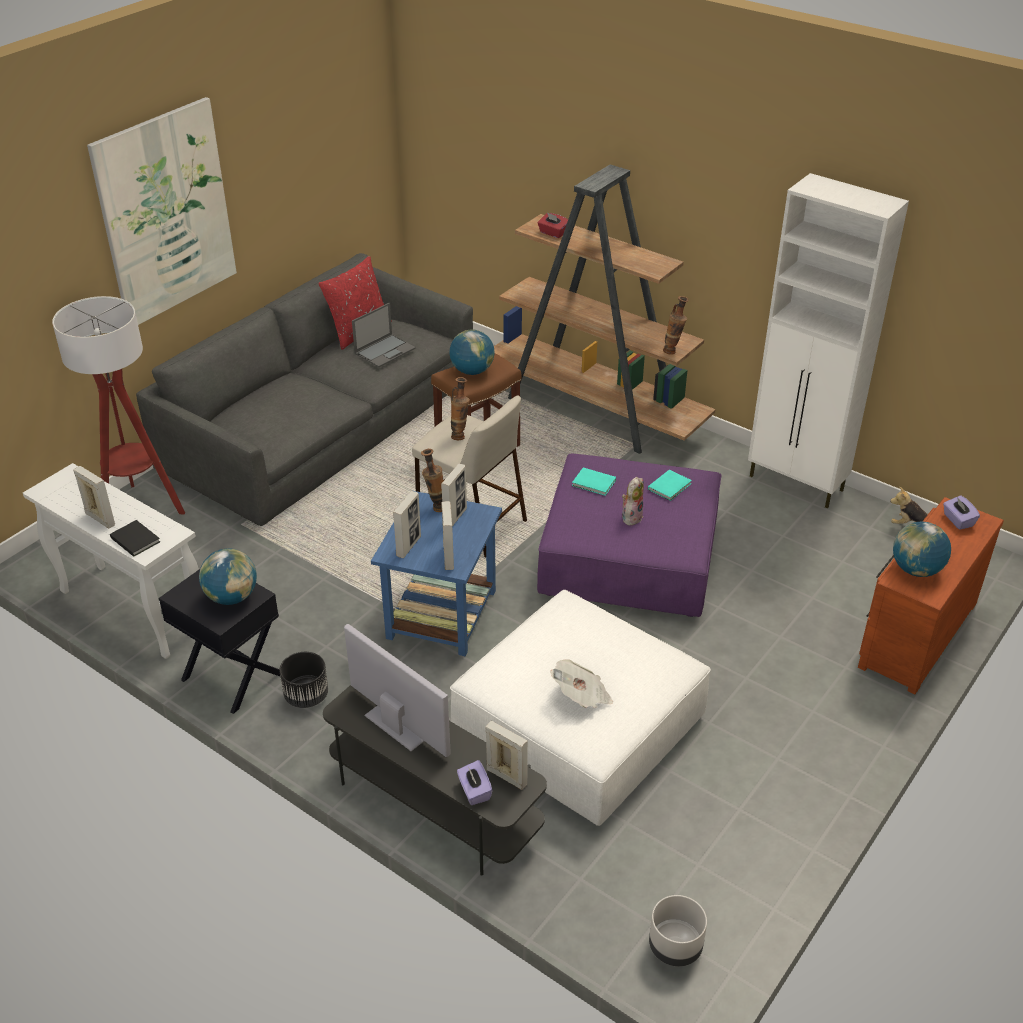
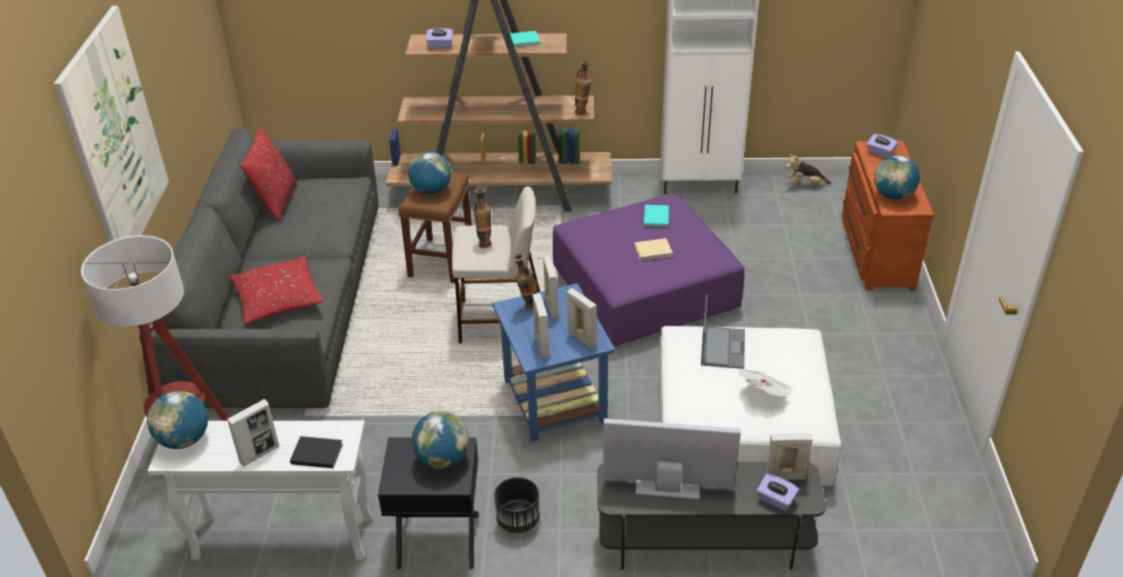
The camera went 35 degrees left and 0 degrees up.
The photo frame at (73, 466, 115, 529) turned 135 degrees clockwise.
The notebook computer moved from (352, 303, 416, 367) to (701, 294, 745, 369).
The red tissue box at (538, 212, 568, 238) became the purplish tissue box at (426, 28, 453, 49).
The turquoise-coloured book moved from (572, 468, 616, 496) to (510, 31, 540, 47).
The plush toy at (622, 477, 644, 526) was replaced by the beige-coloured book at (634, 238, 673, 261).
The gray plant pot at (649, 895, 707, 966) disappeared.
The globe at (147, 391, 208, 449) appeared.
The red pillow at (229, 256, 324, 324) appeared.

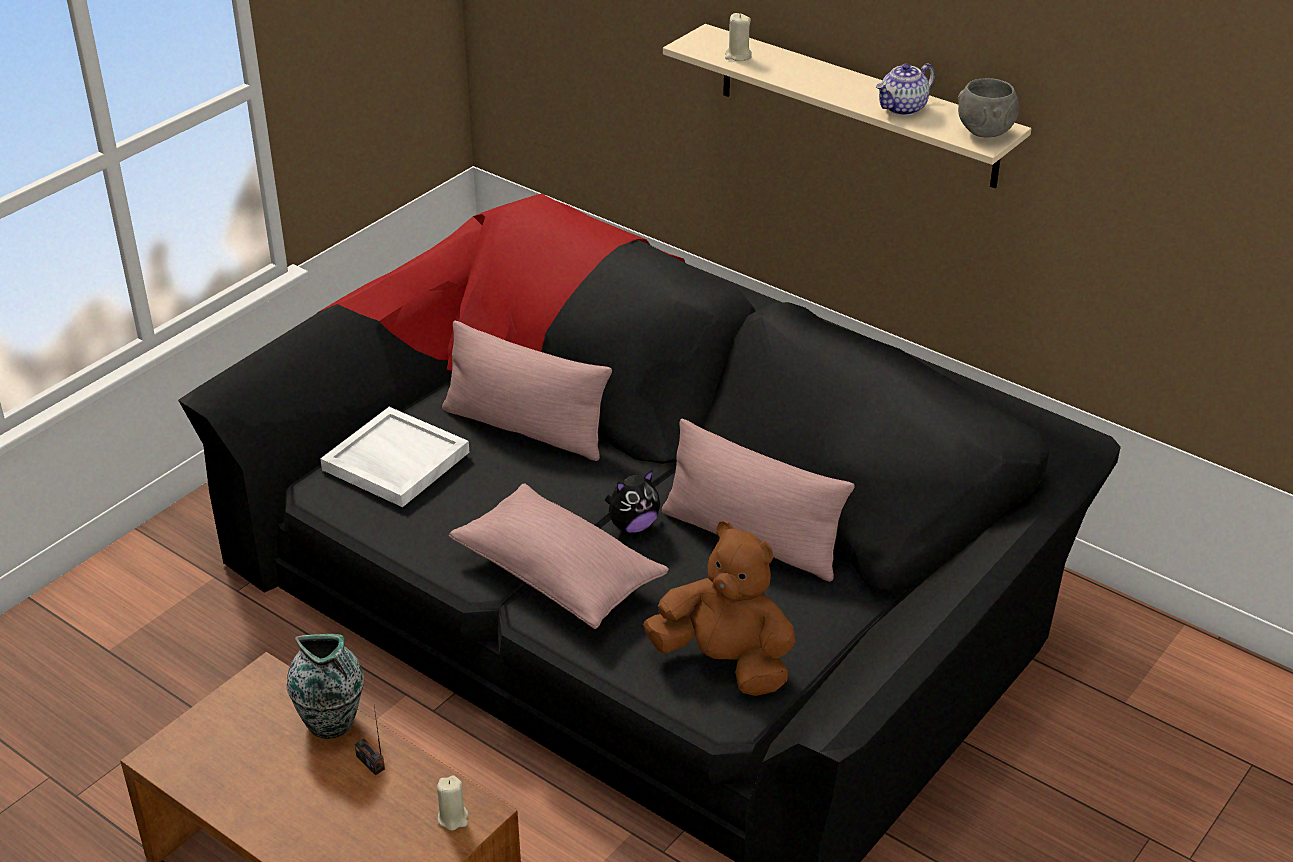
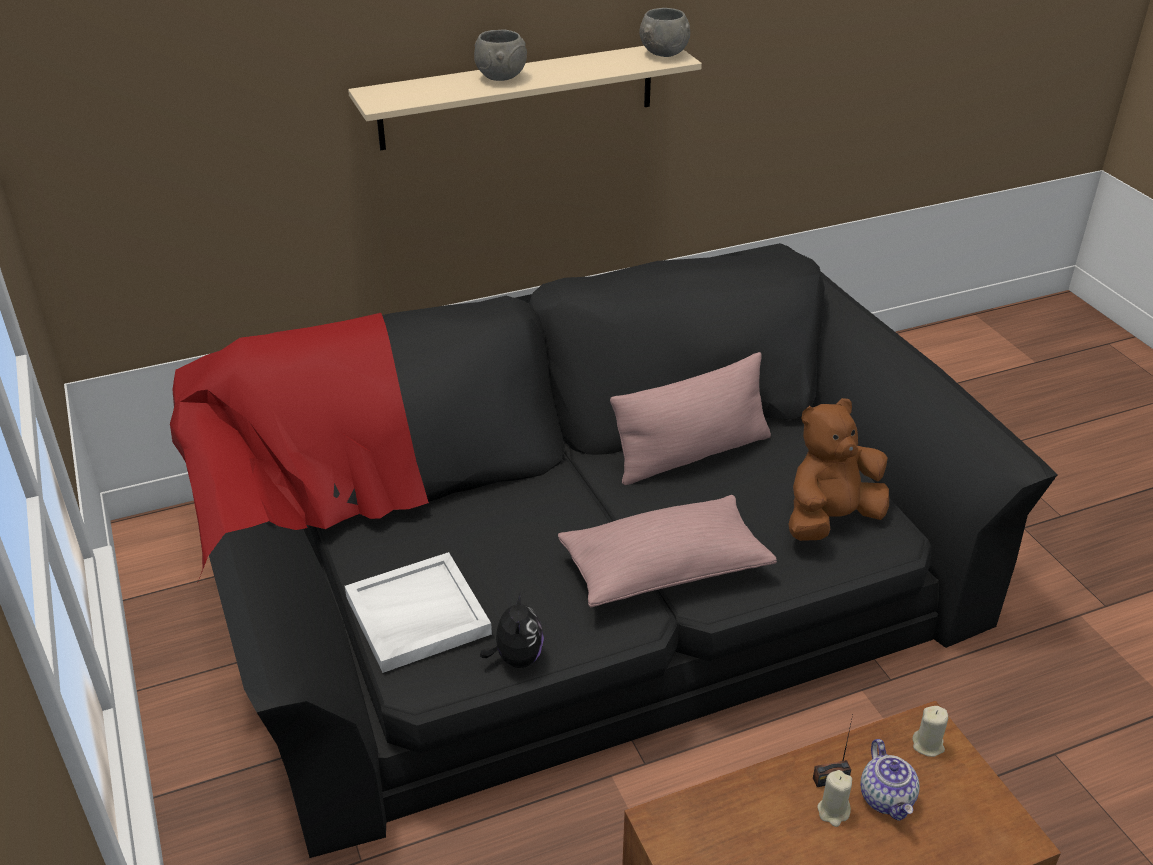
The camera went 60 degrees left and 0 degrees up.
The vase at (287, 634, 364, 739) disappeared.
The pinkish pillow at (442, 320, 612, 461) disappeared.
The plush toy moved from (605, 470, 660, 533) to (480, 592, 544, 668).
The beige-coloured candle moved from (725, 13, 752, 61) to (817, 770, 852, 827).
The teapot moved from (876, 63, 935, 116) to (860, 739, 920, 821).
The gray serving bowl at (474, 29, 527, 81) appeared.

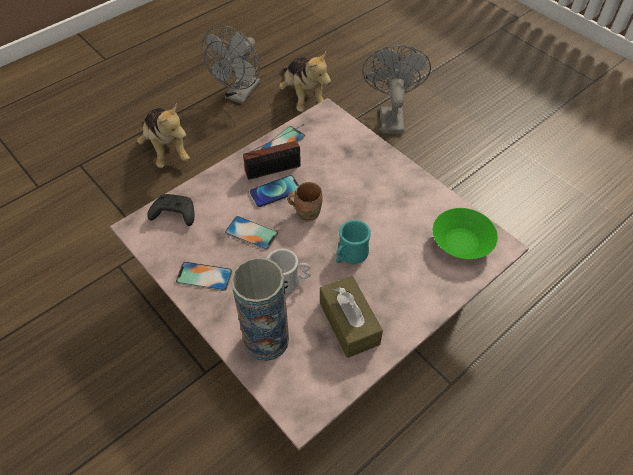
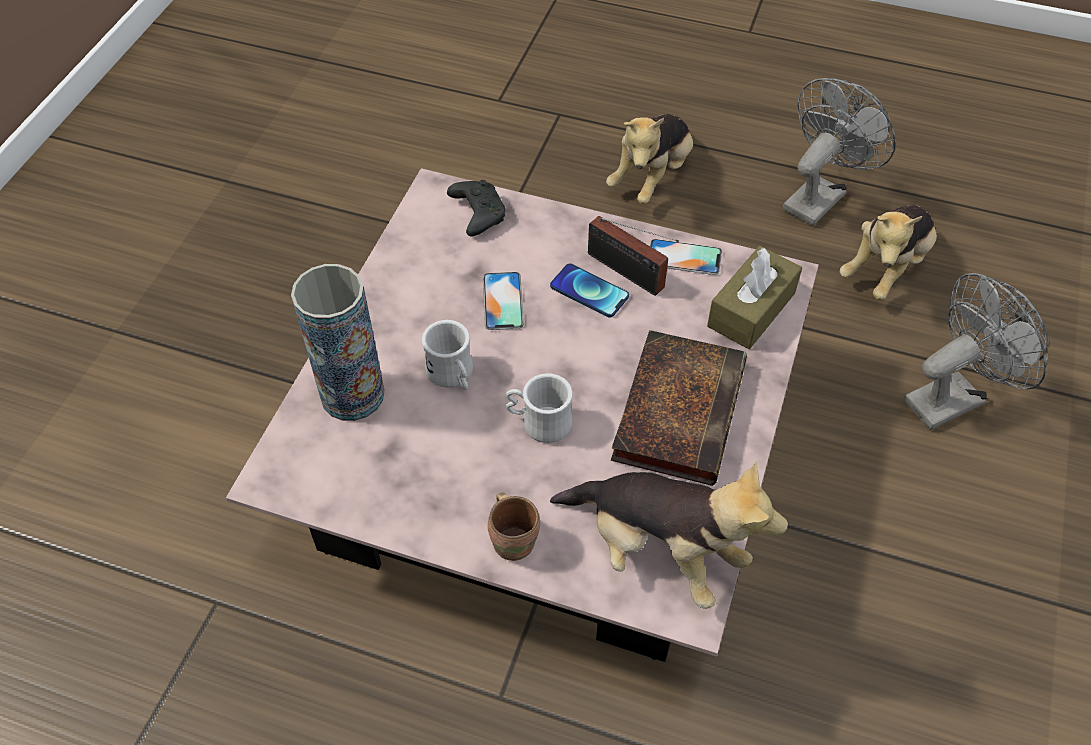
The camera went 60 degrees right and 0 degrees up.
The phone at (176, 261, 232, 291) disappeared.
The gray cooling fan at (201, 26, 261, 104) turned 135 degrees clockwise.
The brown mug moved from (287, 182, 323, 222) to (488, 492, 540, 561).
The brown tissue box moved from (320, 276, 383, 358) to (707, 246, 802, 349).
The turquoise-coloured mug at (336, 220, 371, 264) became the white-coloured mug at (506, 373, 573, 443).
The green-coloured serving bowl at (433, 208, 498, 259) was replaced by the plush toy at (550, 462, 788, 609).
The book at (611, 330, 747, 486) appeared.

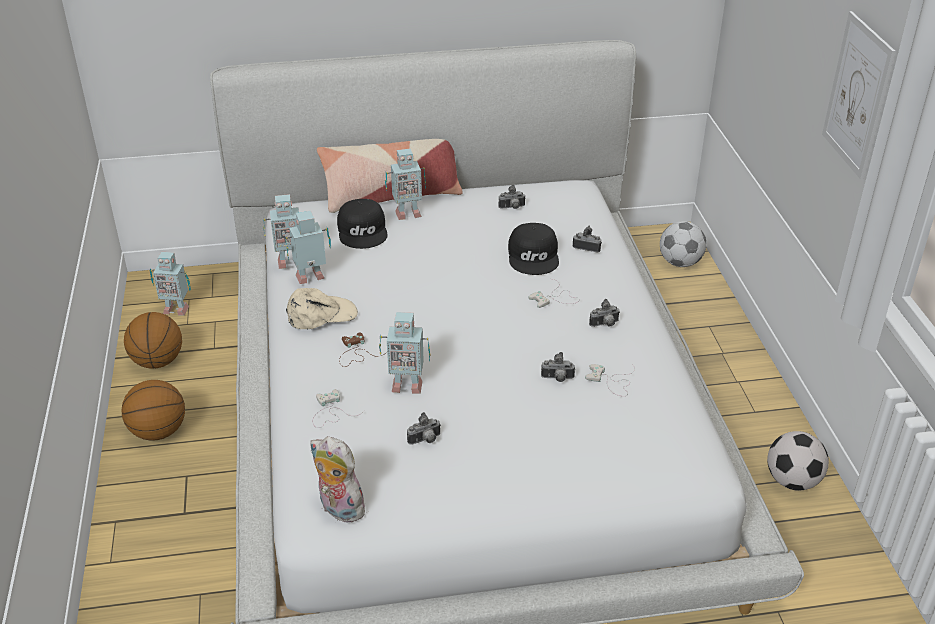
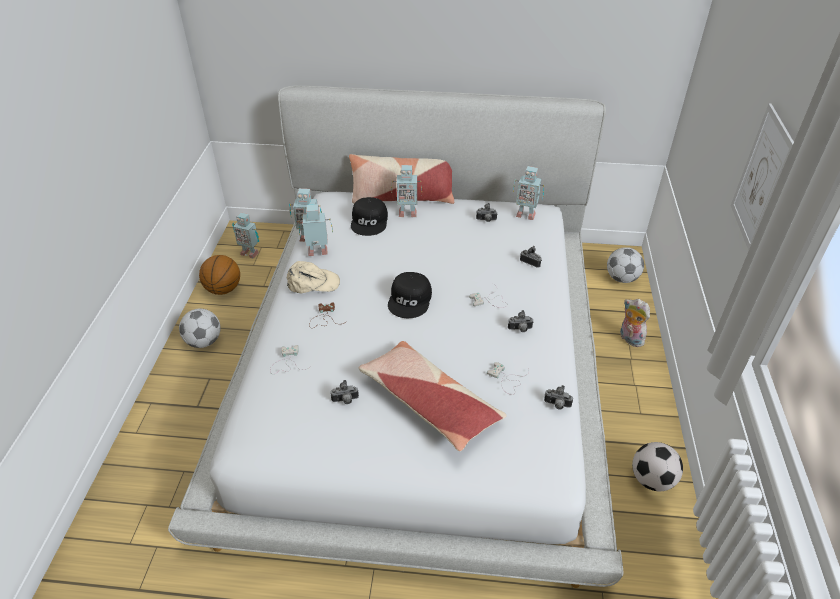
The camera went 15 degrees right and 5 degrees up.
The basketball ball at (122, 380, 185, 441) was replaced by the football ball at (179, 309, 221, 348).
The plush toy moved from (310, 437, 371, 522) to (620, 299, 650, 347).
The robot figure moved from (379, 312, 430, 394) to (513, 166, 544, 220).
The blackish baseball cap moved from (508, 223, 559, 275) to (388, 272, 432, 318).
The photo camera moved from (541, 352, 575, 382) to (544, 385, 573, 410).
The pillow at (359, 341, 507, 451) appeared.

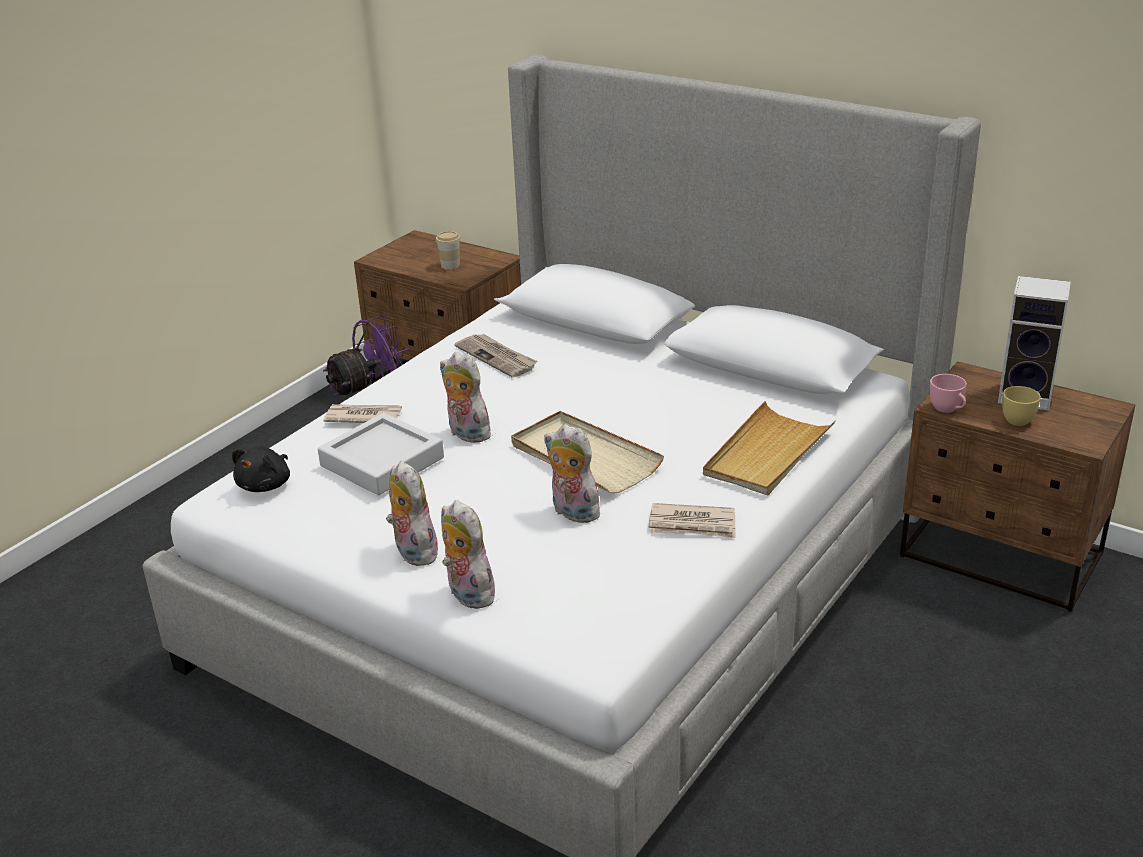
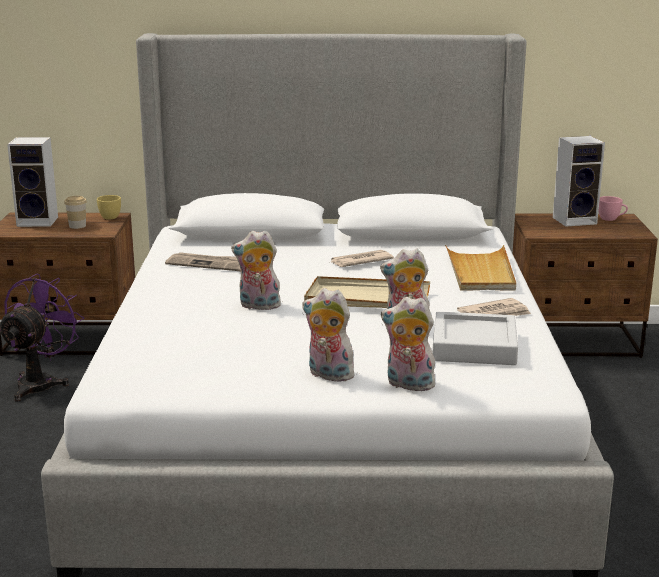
The camera went 35 degrees left and 10 degrees down.
The blackish plush toy at (232, 446, 290, 492) disappeared.
The gray tray moved from (318, 413, 444, 495) to (433, 312, 518, 365).
The daily paper moved from (323, 404, 402, 423) to (331, 250, 394, 267).
The pinkish small cup moved from (930, 374, 967, 413) to (598, 196, 628, 221).
The yellow small cup moved from (1002, 386, 1041, 426) to (97, 195, 121, 219).
The loudspeaker at (7, 137, 58, 227) appeared.

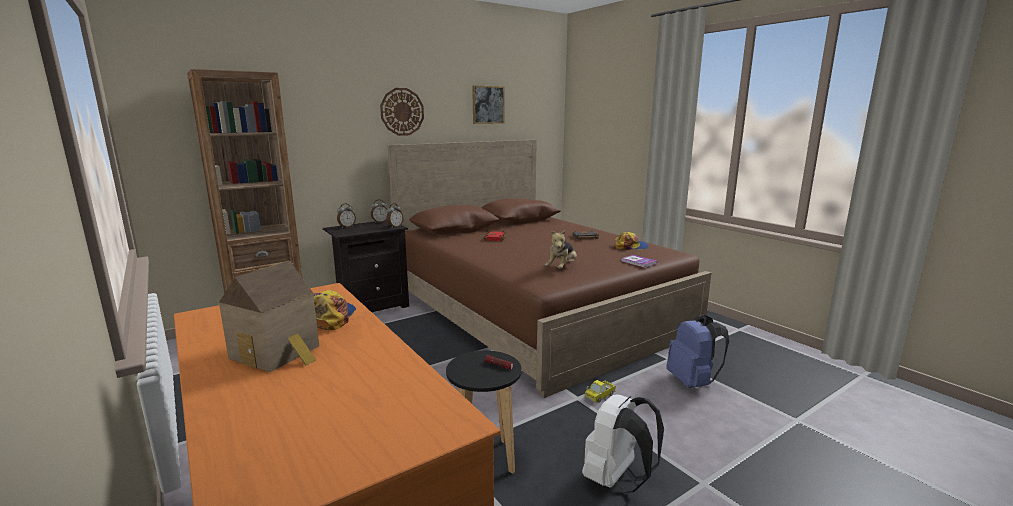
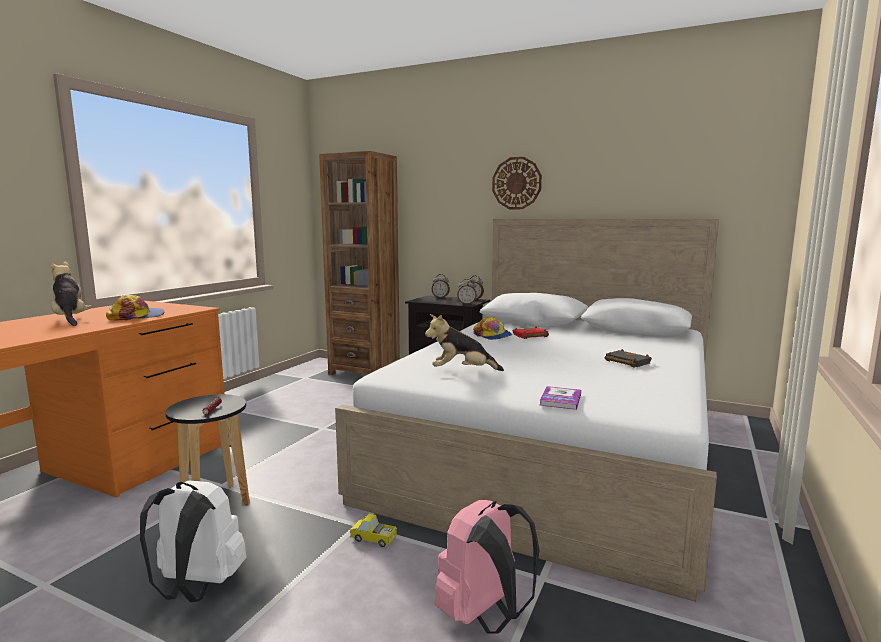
The camera went 60 degrees right and 5 degrees down.
The model house at (219, 260, 319, 372) was replaced by the plush toy at (49, 261, 92, 326).
The brown bed at (388, 140, 711, 398) became the white-coloured bed at (335, 219, 719, 602).
The wall picture at (472, 85, 504, 124) disappeared.
The baseball cap moved from (615, 232, 649, 250) to (473, 317, 512, 340).
The bluish knapsack at (666, 315, 729, 388) became the pinkish knapsack at (434, 500, 539, 634).

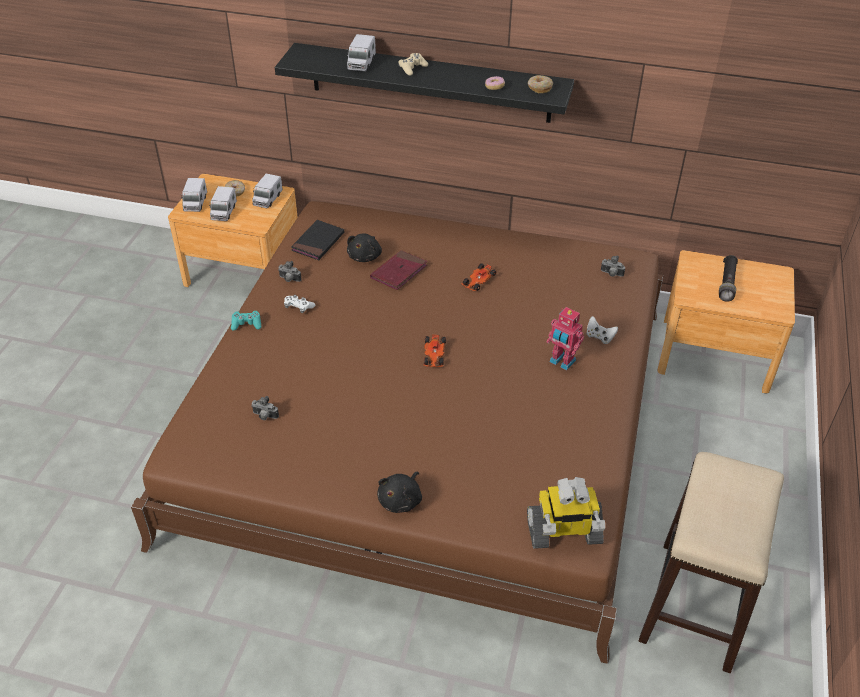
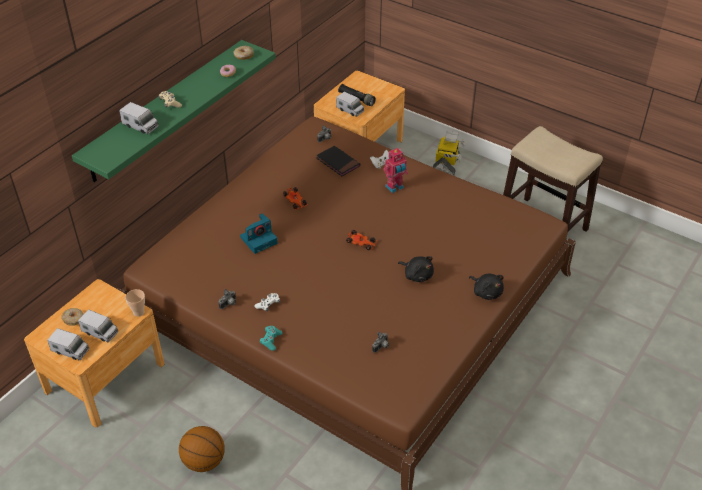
The camera went 70 degrees left and 0 degrees up.
The toy truck moved from (252, 174, 283, 208) to (336, 92, 364, 117).
The blackish wall shelf at (275, 43, 574, 123) became the green-coloured wall shelf at (72, 40, 276, 182).
The blackish book moved from (291, 220, 344, 260) to (316, 146, 360, 176).
The blackish plush toy moved from (347, 233, 382, 262) to (398, 256, 434, 282).
The red book at (370, 250, 427, 290) was replaced by the photo camera at (240, 213, 277, 254).
The robot figure moved from (527, 477, 605, 549) to (433, 131, 465, 176).
The small cup at (125, 289, 145, 317) appeared.
The basketball ball at (179, 426, 225, 472) appeared.

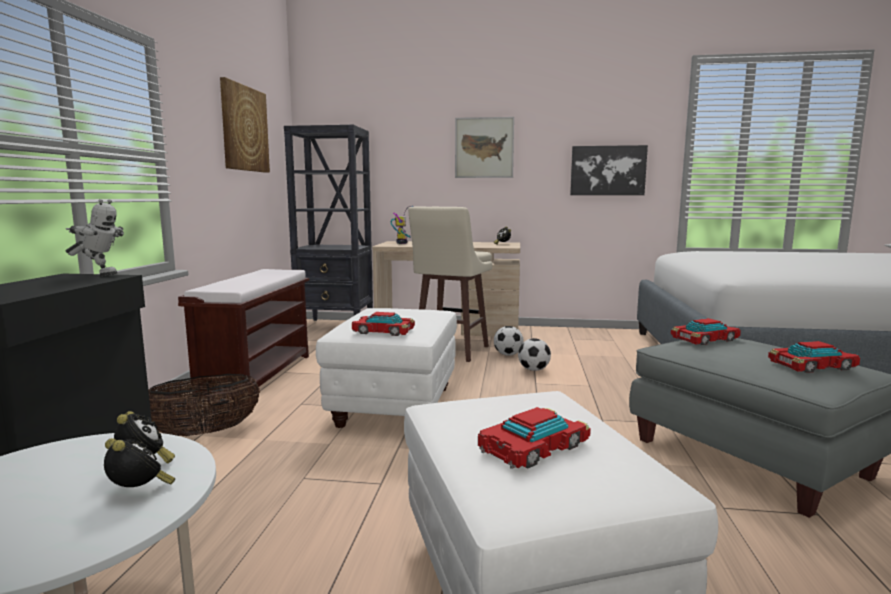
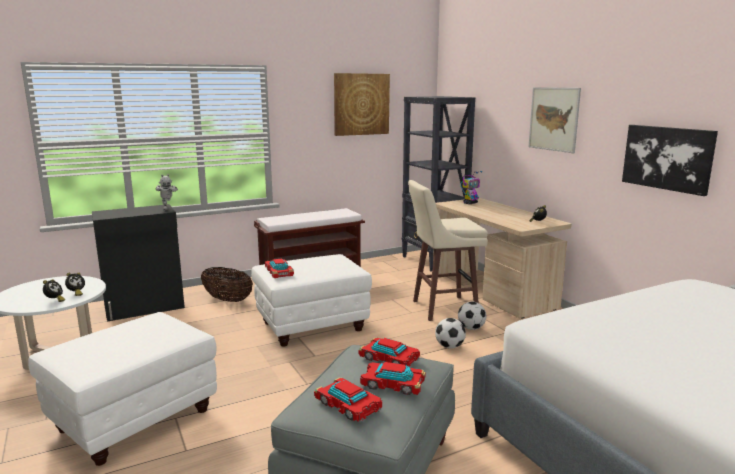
The camera went 55 degrees right and 5 degrees up.
The miniature car moved from (478, 407, 591, 469) to (360, 362, 426, 395).

